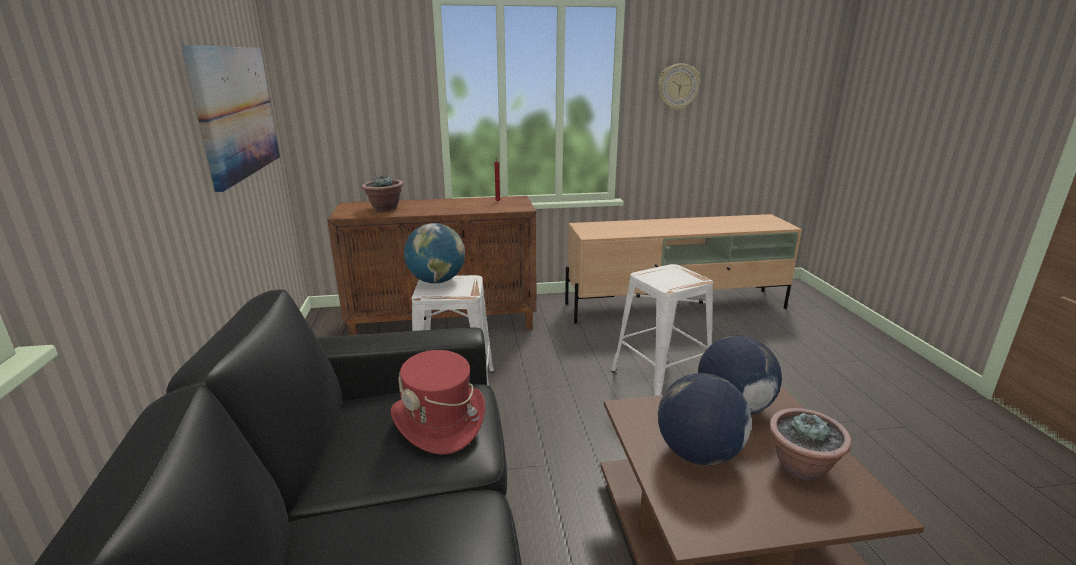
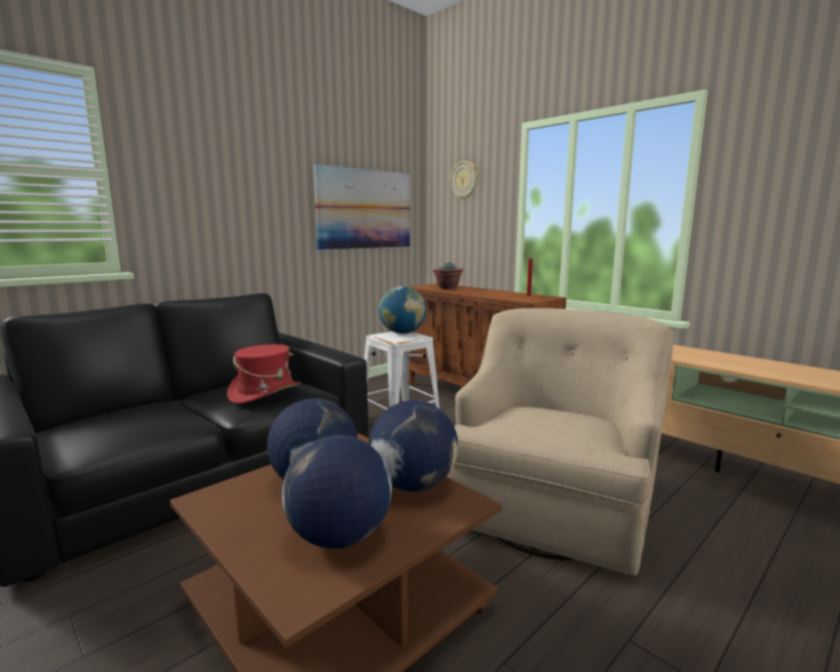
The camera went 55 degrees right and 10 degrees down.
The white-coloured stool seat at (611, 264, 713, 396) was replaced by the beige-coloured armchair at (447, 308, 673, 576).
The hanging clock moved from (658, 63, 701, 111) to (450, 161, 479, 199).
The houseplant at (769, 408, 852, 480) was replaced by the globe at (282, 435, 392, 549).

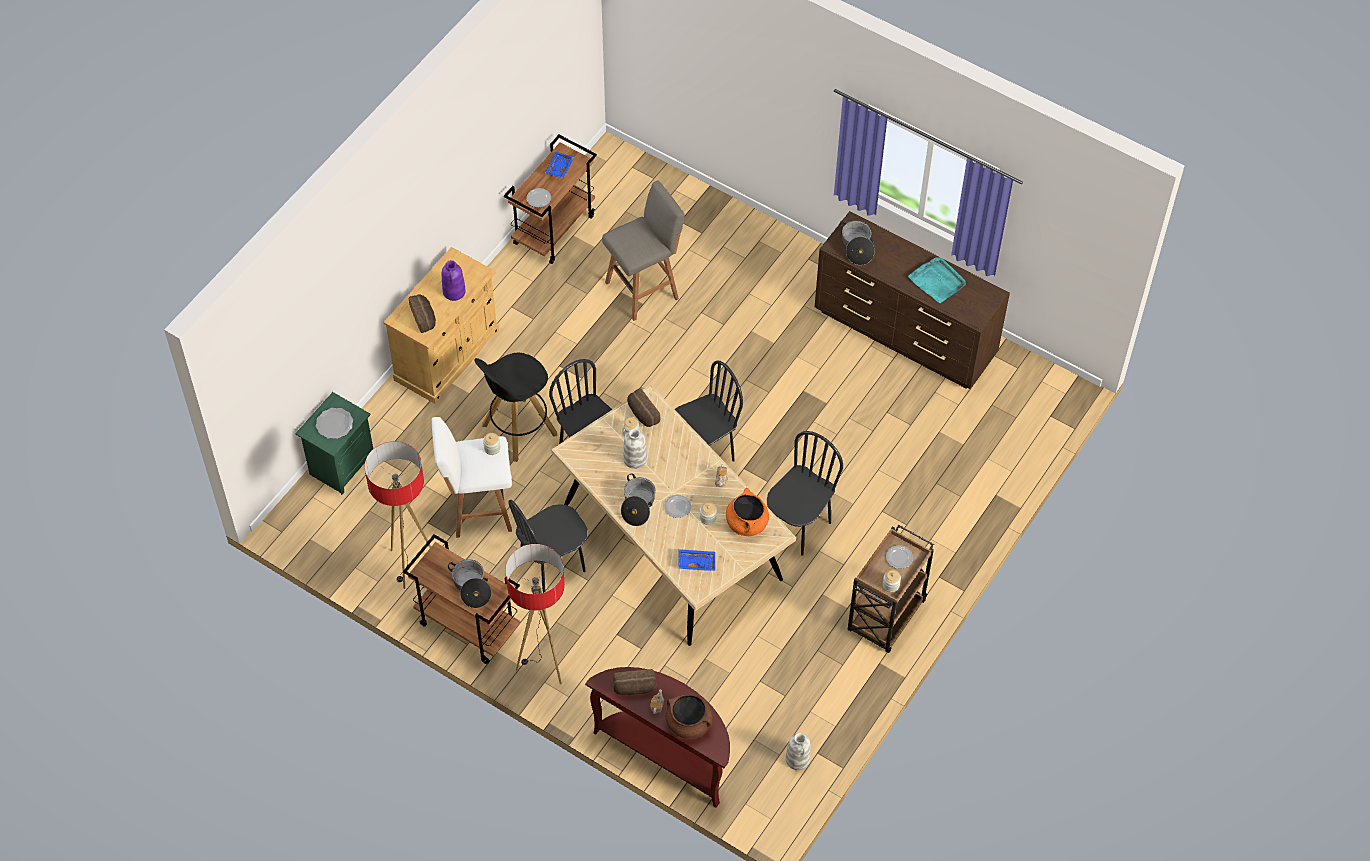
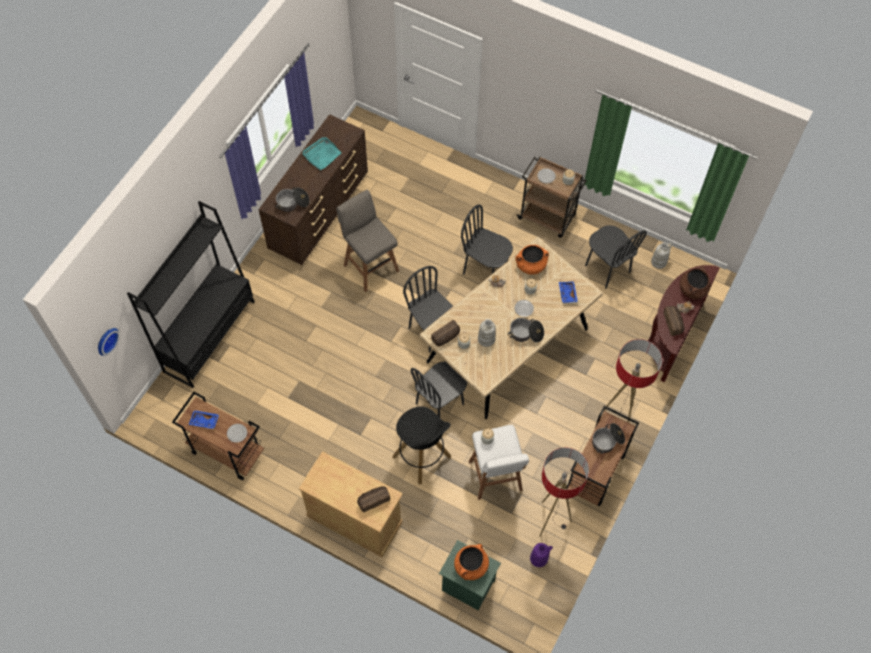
The camera went 95 degrees left and 5 degrees up.
The plate at (316, 408, 354, 439) was replaced by the orangey cooking pot at (454, 544, 489, 580).
The purplish vase moved from (442, 260, 466, 301) to (530, 543, 553, 567).
The blackish plain chair moved from (508, 500, 588, 593) to (585, 225, 647, 289).
The gray stool seat moved from (602, 180, 685, 321) to (336, 189, 399, 292).
The hanging clock at (98, 328, 120, 356) appeared.
The blackish bookshelf at (127, 201, 255, 388) appeared.

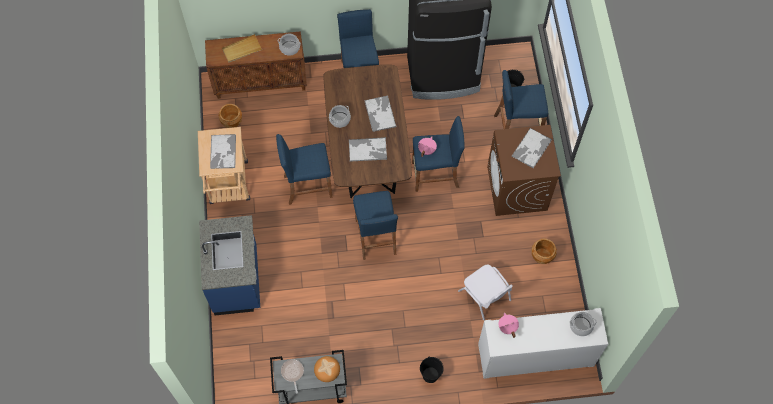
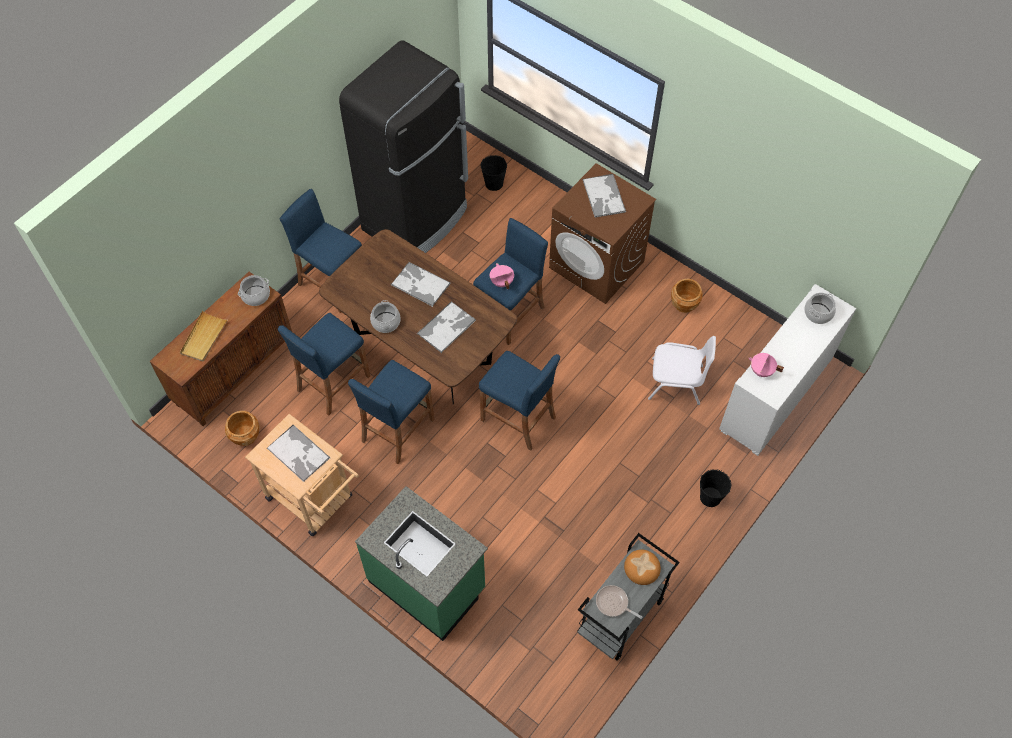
The camera went 45 degrees left and 5 degrees down.
The bluish kitchen counter at (199, 215, 260, 315) became the green-coloured kitchen counter at (355, 486, 488, 641).
The bluish stool seat moved from (494, 70, 549, 129) to (278, 313, 370, 416).

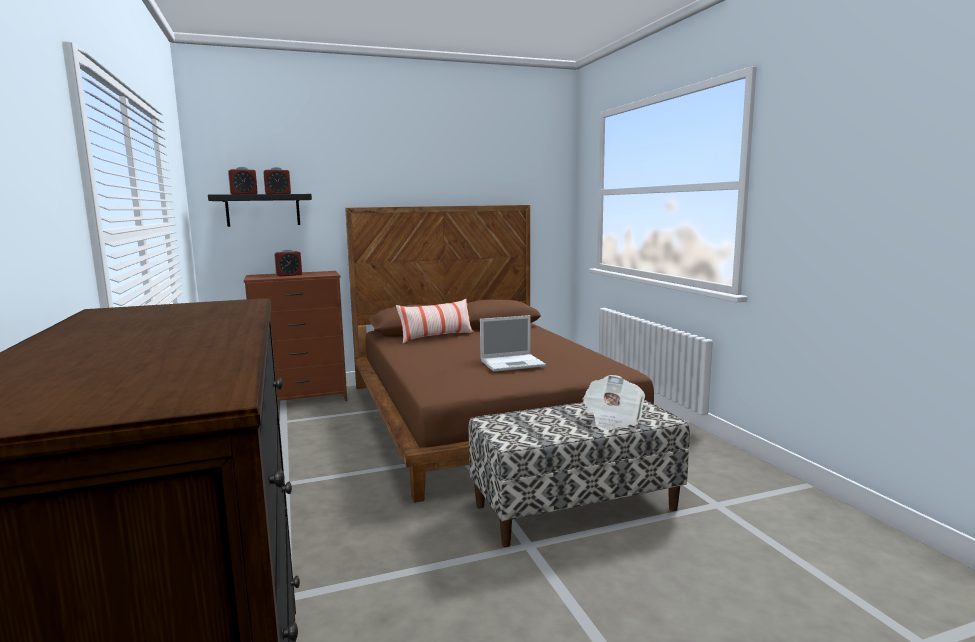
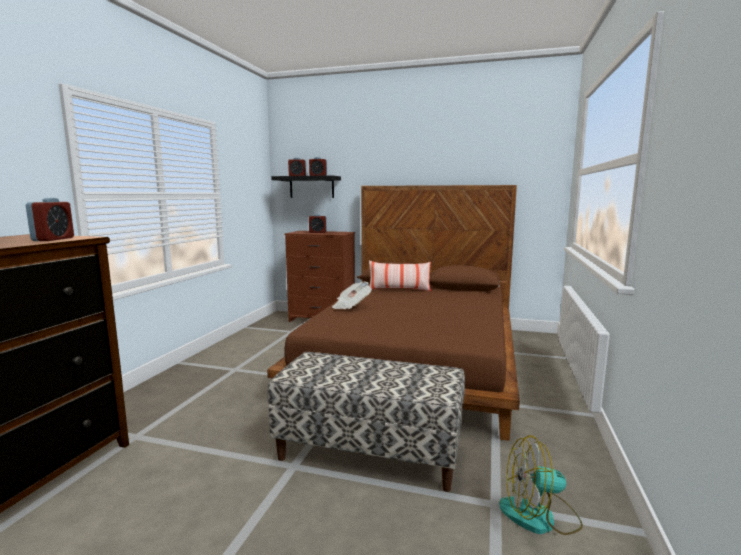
The camera went 35 degrees right and 0 degrees up.
The notebook computer at (480, 315, 546, 372) disappeared.
The daily paper moved from (582, 375, 645, 430) to (332, 282, 372, 309).
The alarm clock at (26, 198, 74, 241) appeared.
The cooling fan at (499, 435, 583, 535) appeared.

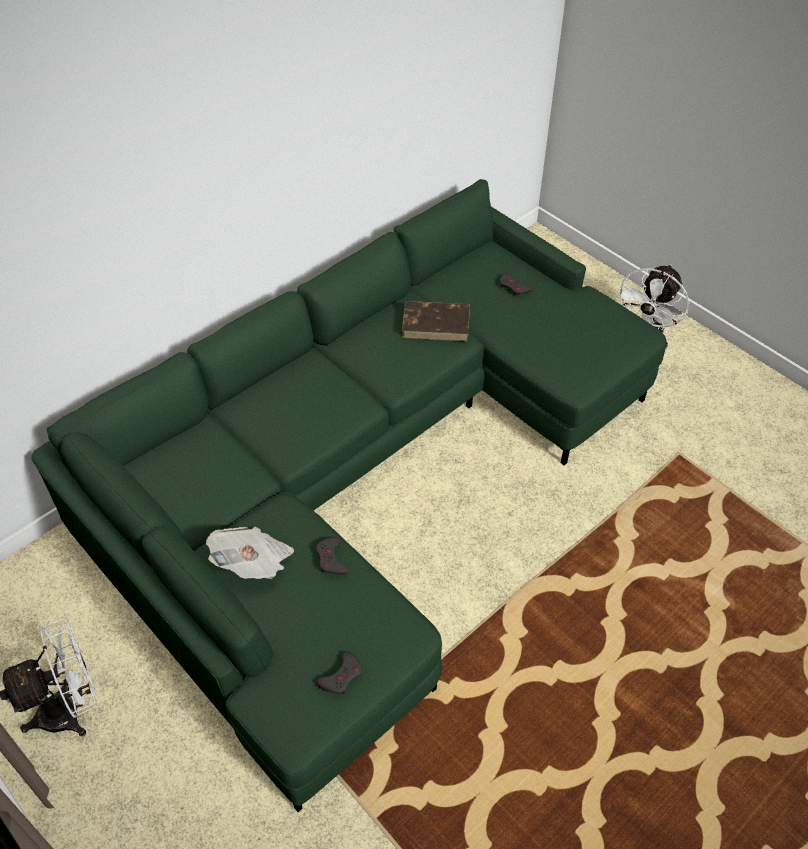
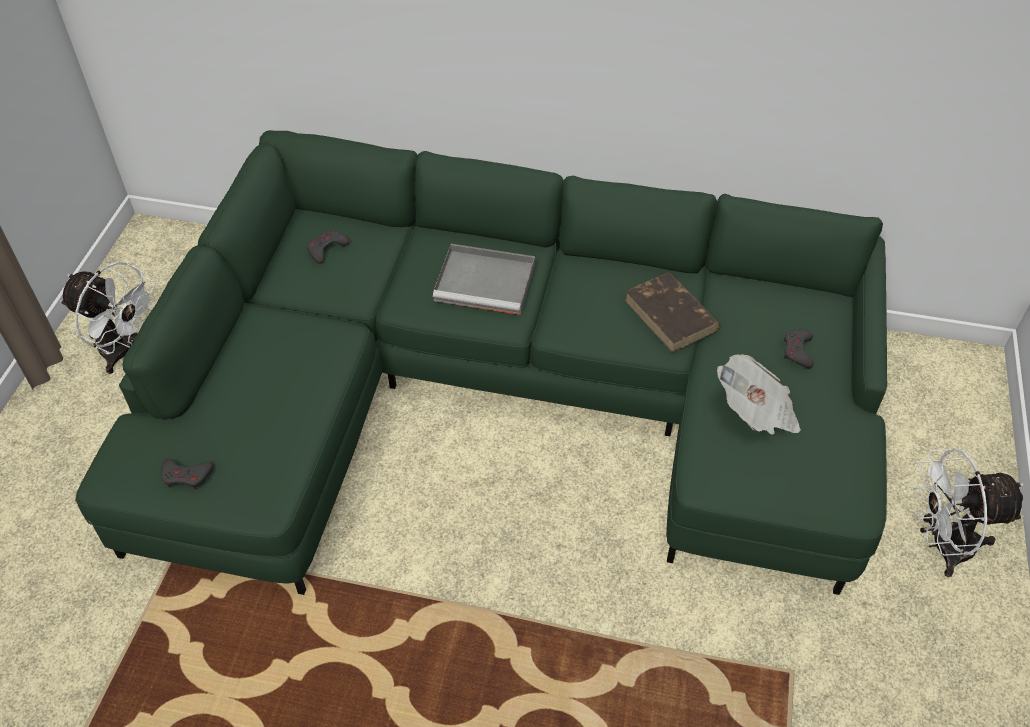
The camera went 55 degrees right and 0 degrees up.
The daily paper moved from (206, 527, 294, 579) to (717, 354, 801, 435).
The gray game controller moved from (316, 537, 349, 575) to (307, 230, 349, 264).
The gray tray at (433, 244, 535, 315) appeared.

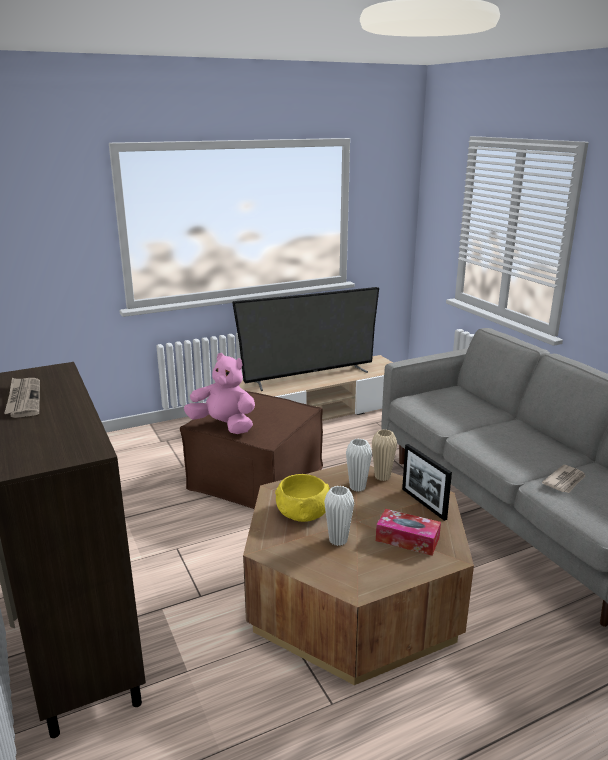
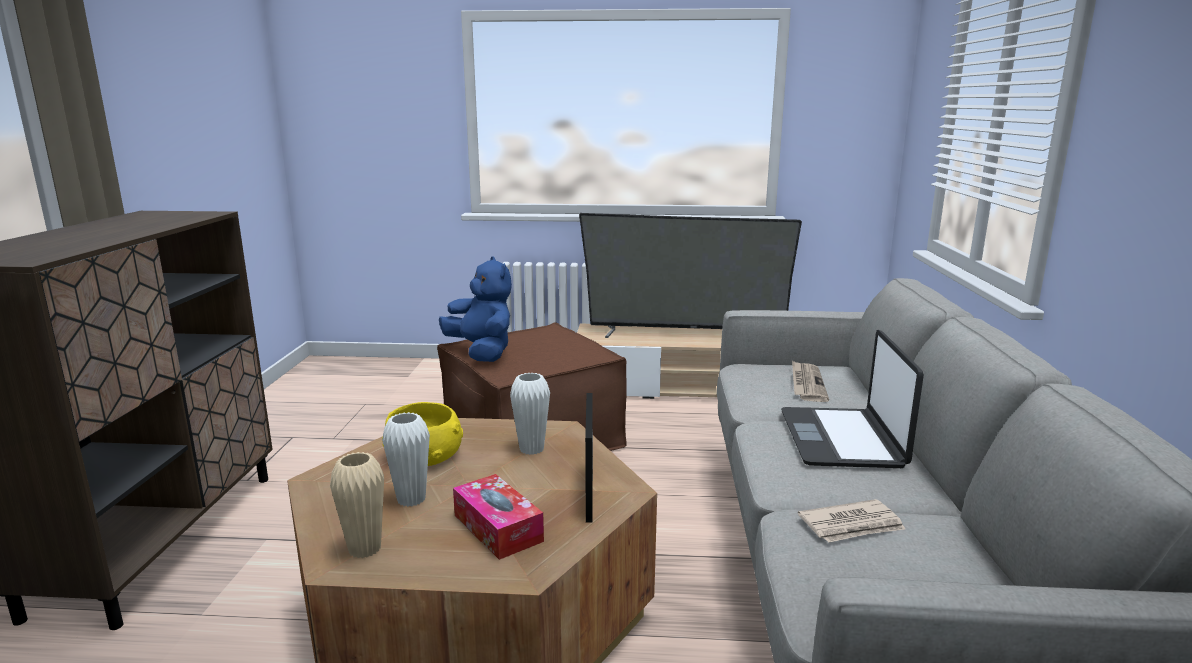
The camera went 30 degrees right and 5 degrees down.
The daily paper moved from (4, 378, 40, 418) to (792, 361, 829, 402).
The pinkish plush toy at (184, 353, 255, 434) became the bluish plush toy at (439, 256, 512, 362).
The beige-coloured vase moved from (372, 429, 397, 481) to (330, 452, 384, 558).
The notebook computer at (781, 330, 924, 468) appeared.

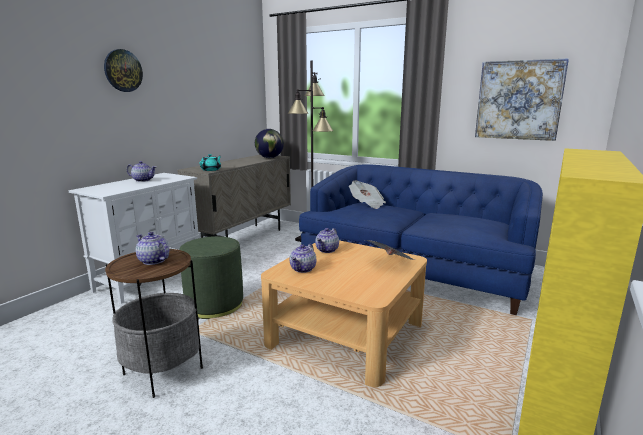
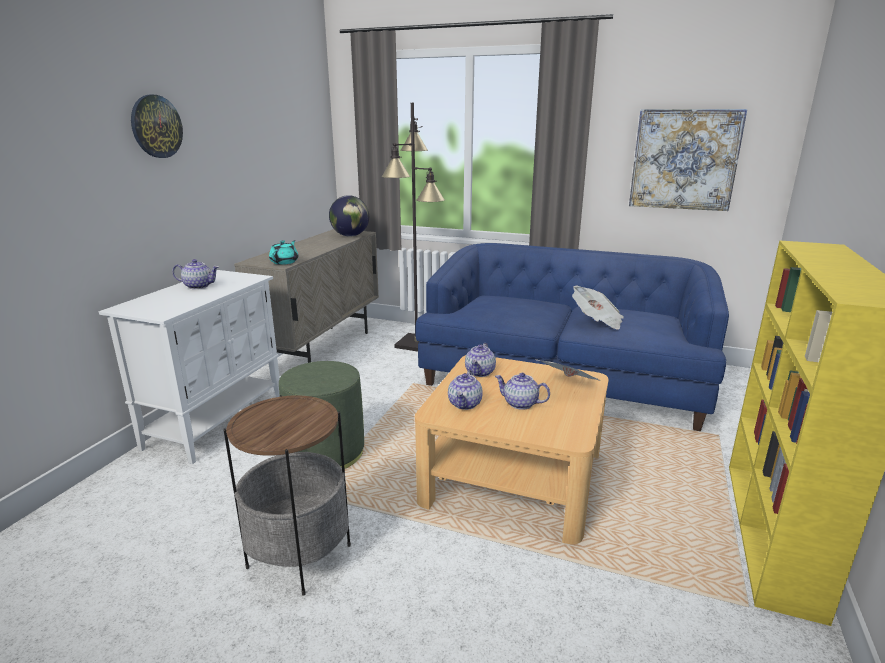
The camera went 10 degrees left and 5 degrees up.
The teapot moved from (136, 232, 169, 265) to (495, 373, 550, 410).
The daily paper moved from (349, 181, 386, 209) to (572, 286, 624, 330).

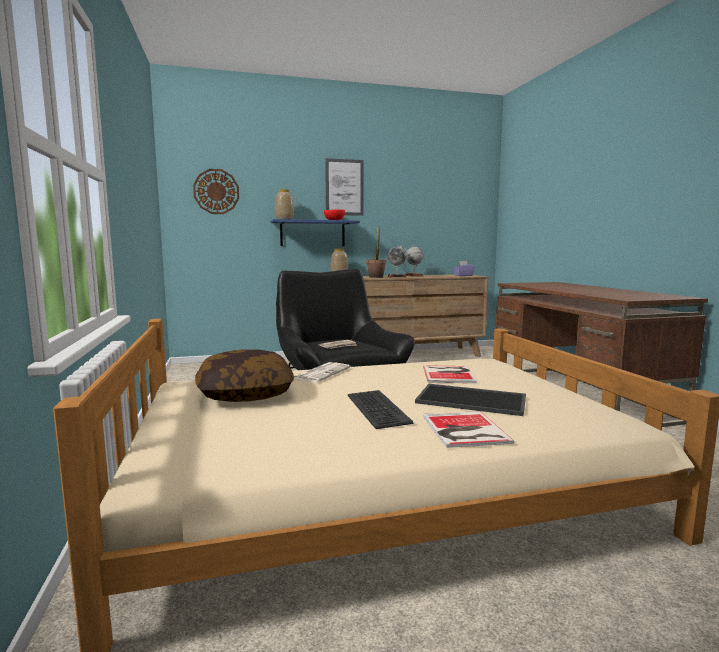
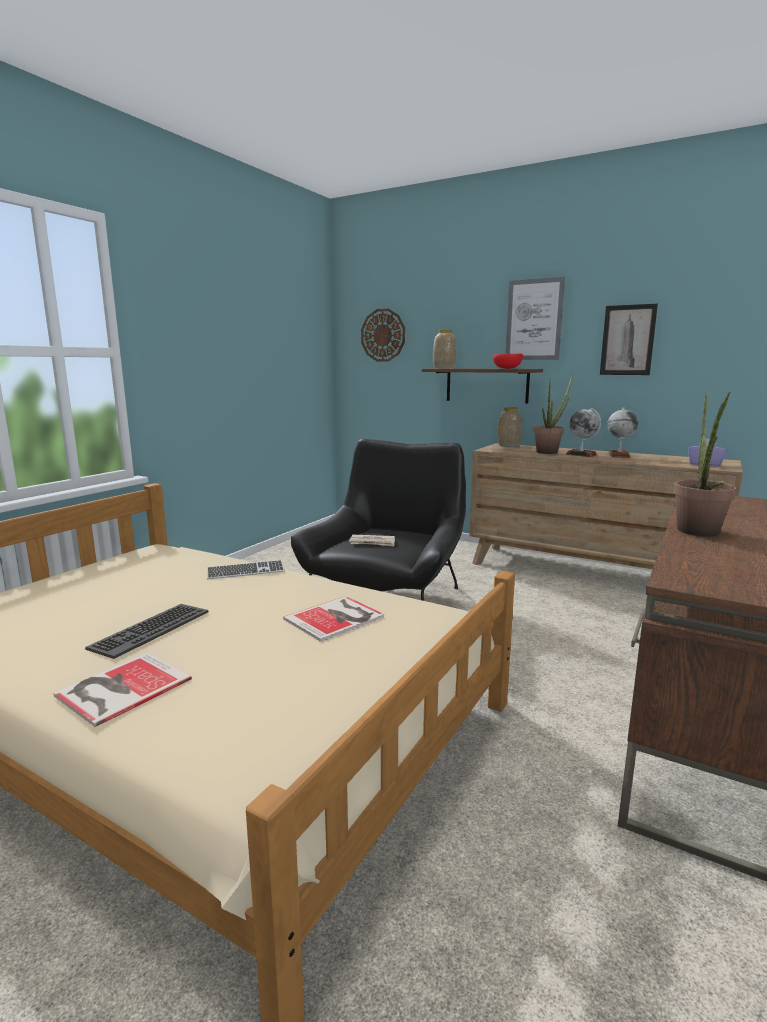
The camera went 45 degrees right and 5 degrees up.
The pillow at (195, 349, 294, 402) disappeared.
The bluish wall shelf at (270, 219, 360, 246) became the brown wall shelf at (422, 368, 543, 404).
The daily paper at (294, 362, 350, 382) was replaced by the computer keyboard at (207, 560, 285, 579).
The tray at (415, 384, 526, 416) disappeared.
The wall picture at (600, 304, 658, 375) appeared.
The houseplant at (673, 391, 736, 537) appeared.

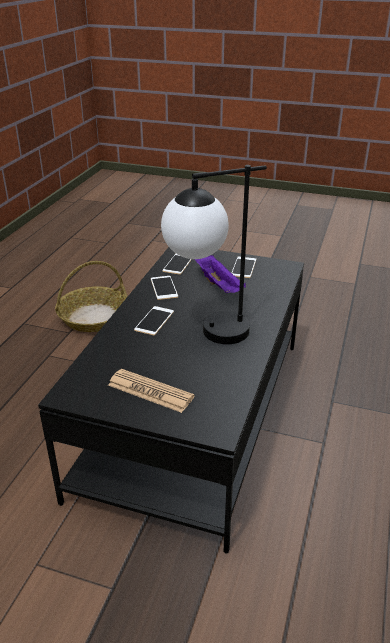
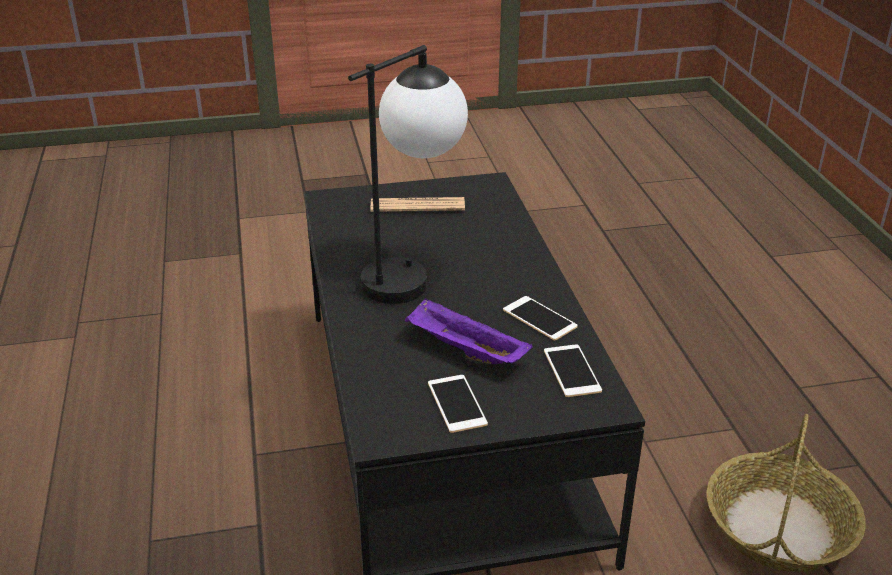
The camera went 150 degrees right and 0 degrees up.
The phone at (134, 306, 174, 335) disappeared.

